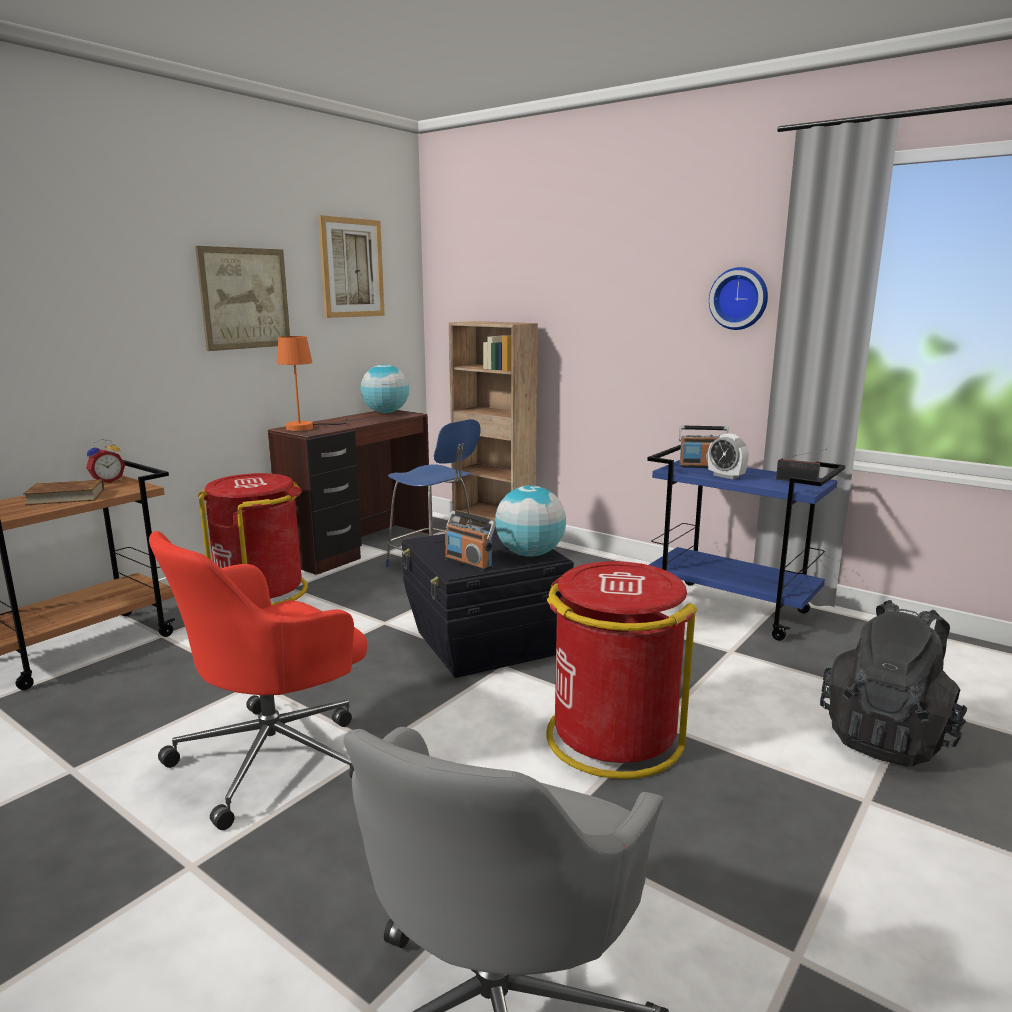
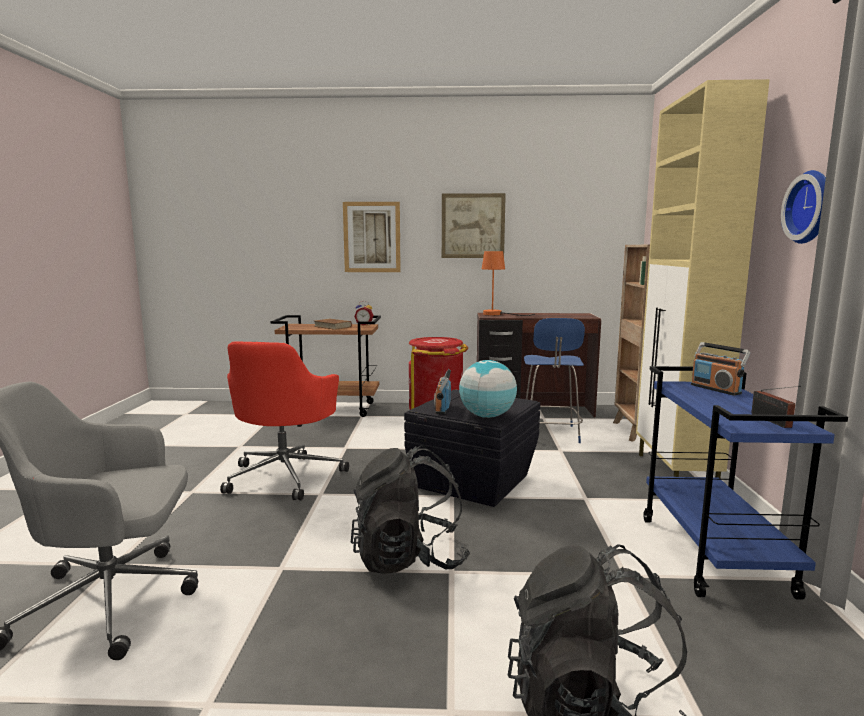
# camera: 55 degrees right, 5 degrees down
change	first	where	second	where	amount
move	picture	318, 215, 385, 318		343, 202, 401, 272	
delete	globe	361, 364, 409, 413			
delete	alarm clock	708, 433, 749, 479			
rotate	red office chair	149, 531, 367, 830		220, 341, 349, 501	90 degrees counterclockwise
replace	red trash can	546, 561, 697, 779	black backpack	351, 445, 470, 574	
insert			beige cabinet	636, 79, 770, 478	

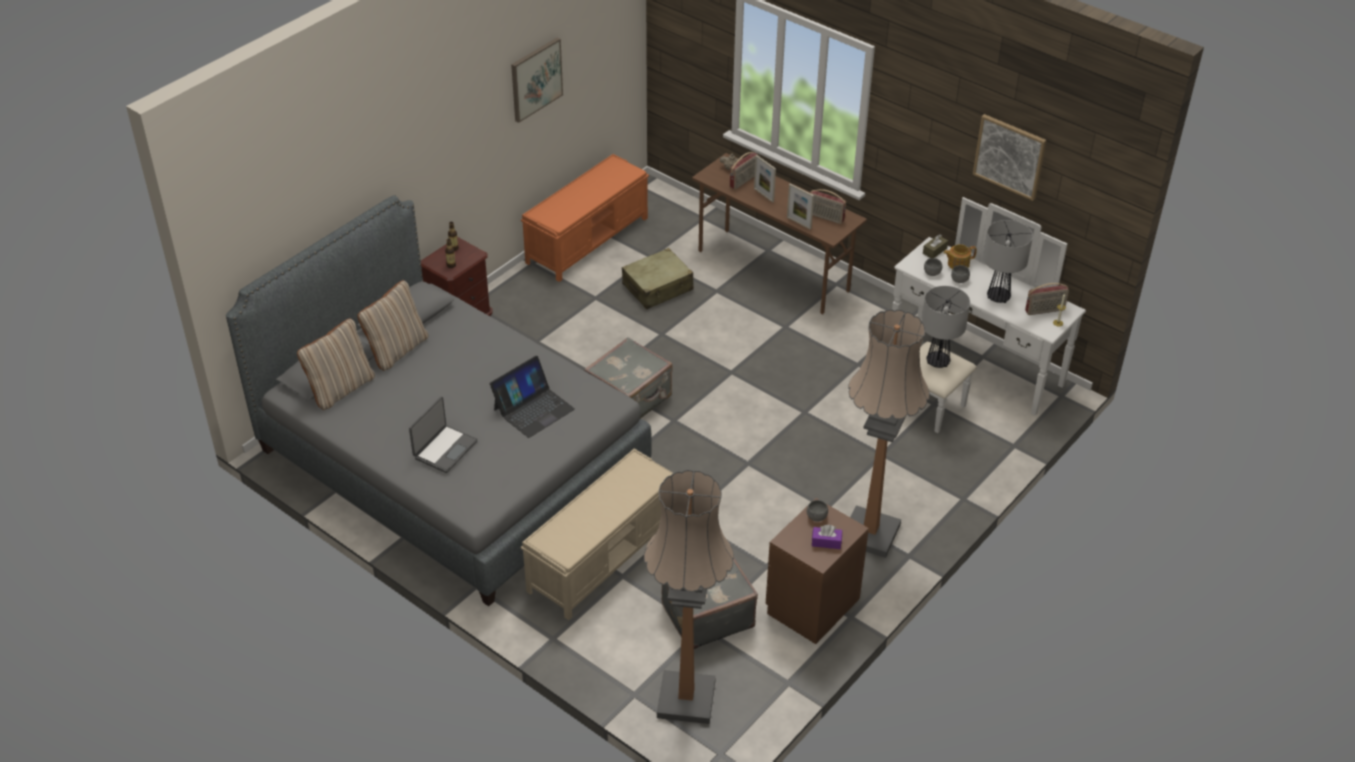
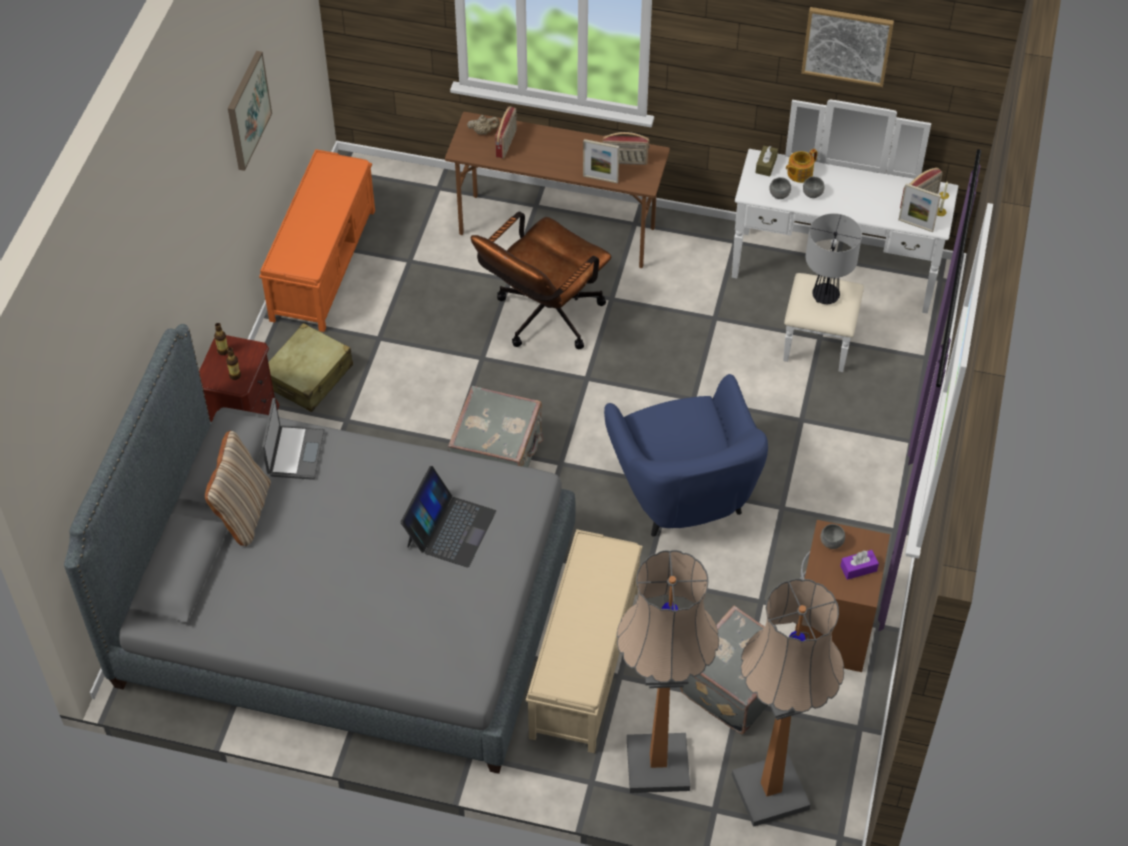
# camera: 25 degrees left, 10 degrees up
change	first	where	second	where	amount
move	picture frame	754, 155, 776, 202		898, 183, 941, 232	
delete	table lamp	983, 220, 1033, 303			
move	beige suitcase	622, 248, 694, 309		268, 323, 353, 412	
move	floor lamp	848, 309, 930, 558		617, 550, 719, 793	
delete	beige pillow	297, 318, 375, 410			
move	laptop	409, 396, 478, 473		262, 398, 325, 480	
insert			brown office chair	471, 211, 611, 349	
insert			blue armchair	604, 374, 768, 537	

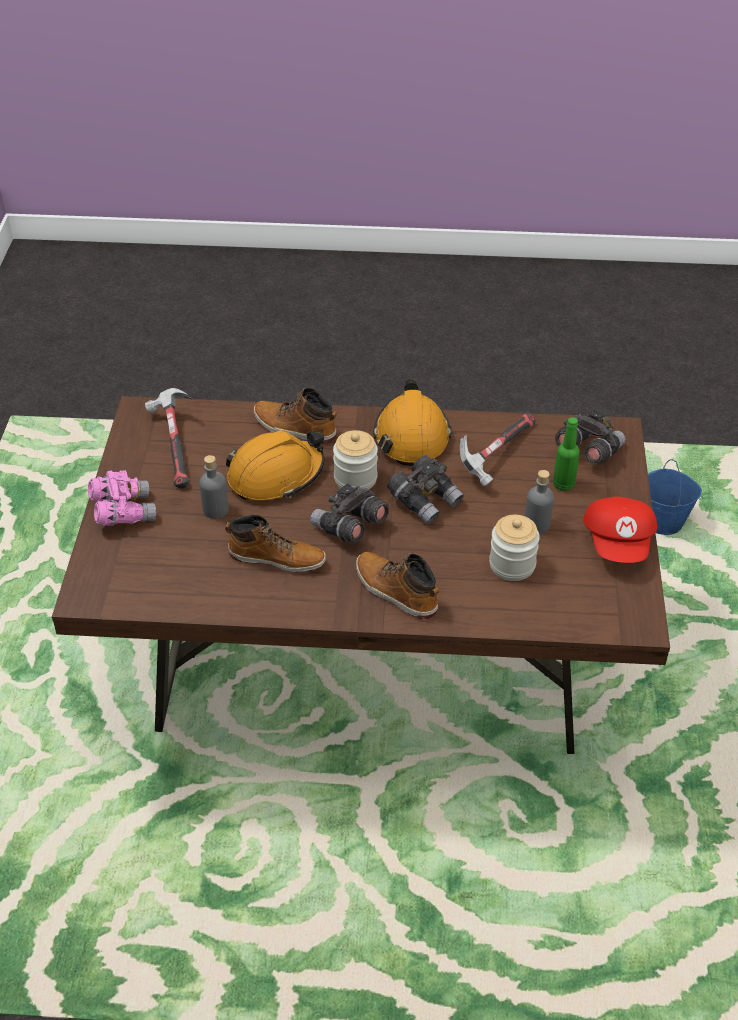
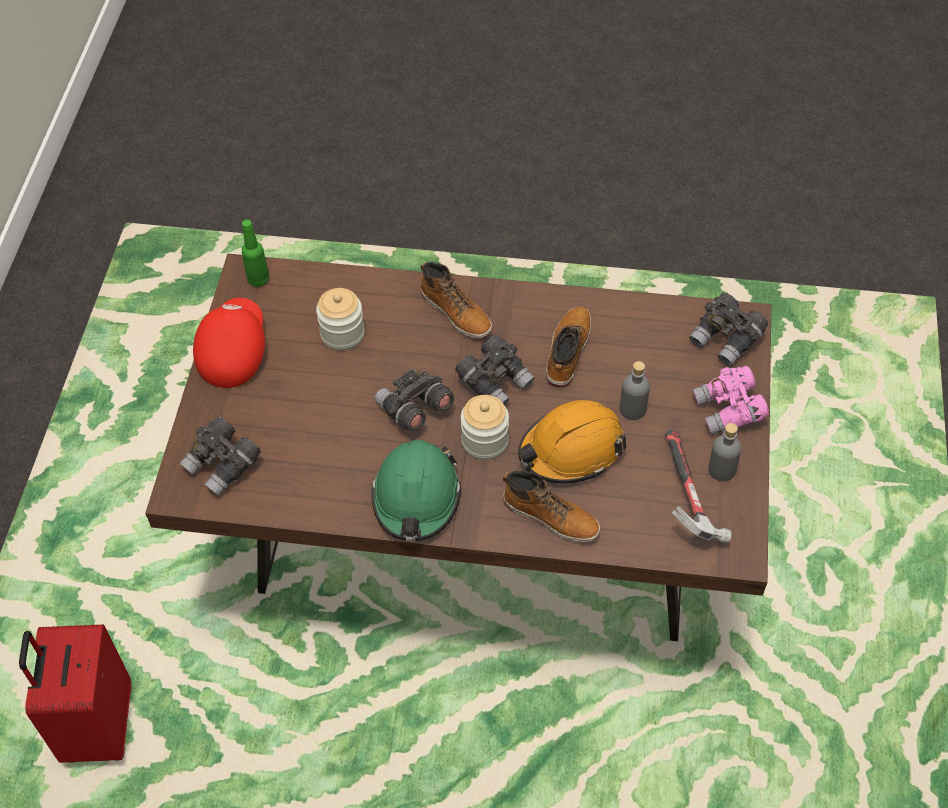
# camera: 175 degrees left, 10 degrees up
change	first	where	second	where	amount
recolor	orange hard hat	373, 379, 452, 466	green hard hat	371, 440, 461, 541	
delete	hammer	460, 412, 535, 487			
move	green bottle	553, 417, 580, 491		242, 219, 269, 287	
replace	blue bucket	648, 459, 702, 535	red suitcase	19, 624, 131, 763	
move	grey bottle	525, 470, 554, 534		708, 423, 742, 481	
rotate	boot	225, 515, 326, 572		546, 307, 591, 388	90 degrees clockwise
insert			grey binoculars	689, 293, 768, 366	

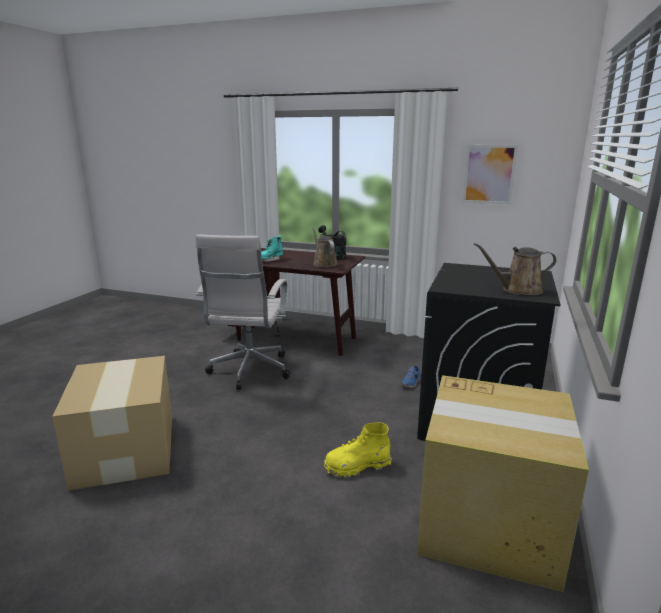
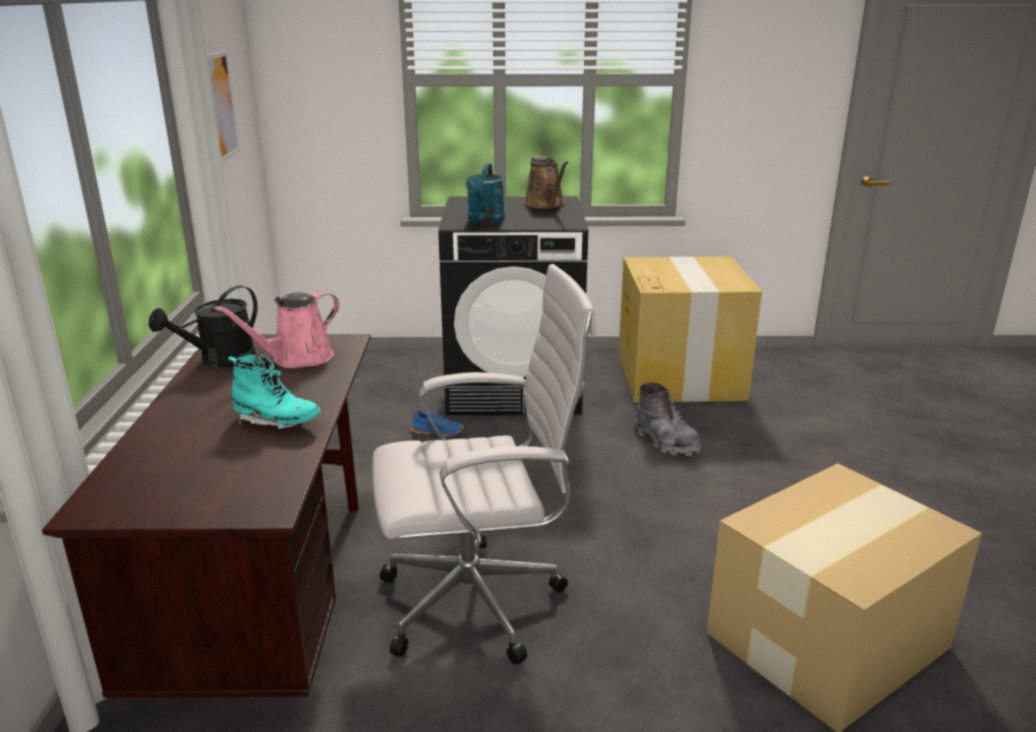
# camera: 110 degrees left, 5 degrees up
change	first	where	second	where	amount
recolor	brown watering can	312, 227, 338, 267	pink watering can	214, 292, 339, 368	
recolor	yellow boot	324, 422, 392, 478	grey boot	634, 382, 701, 456	
insert			turquoise watering can	466, 163, 505, 223	

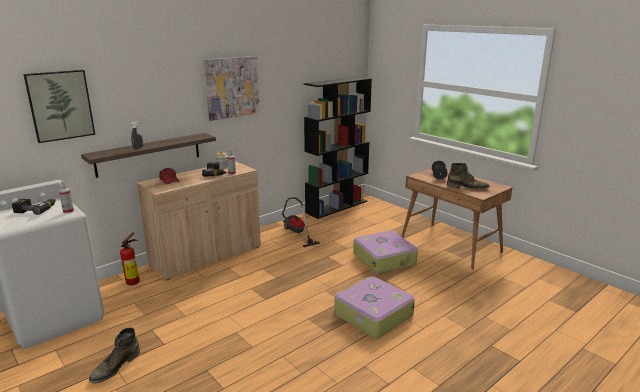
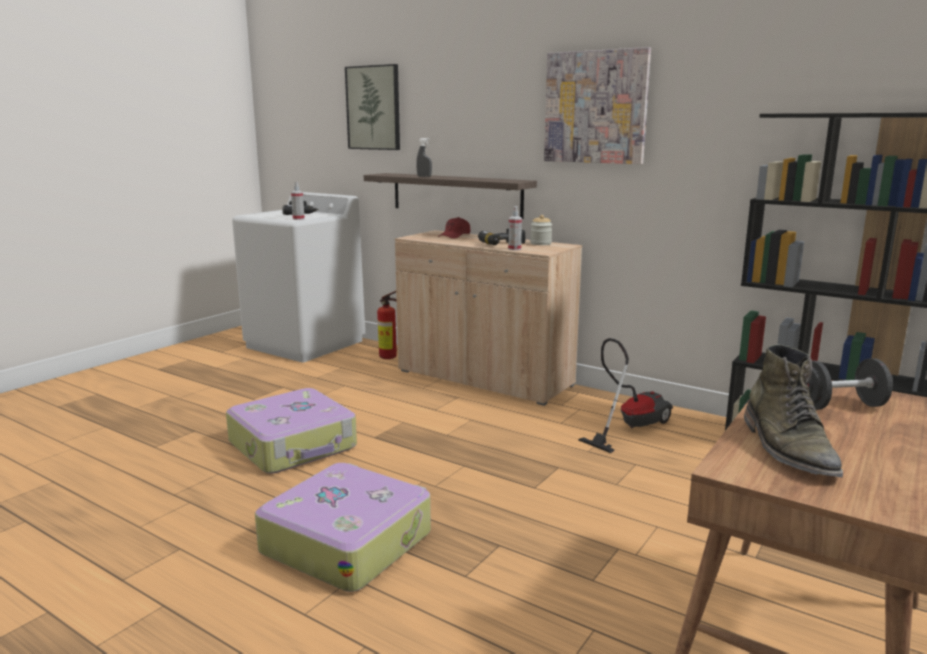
# camera: 75 degrees right, 5 degrees down
change	first	where	second	where	amount
move	suitcase	353, 231, 418, 274		226, 388, 357, 474	
delete	green boot	89, 328, 140, 383			

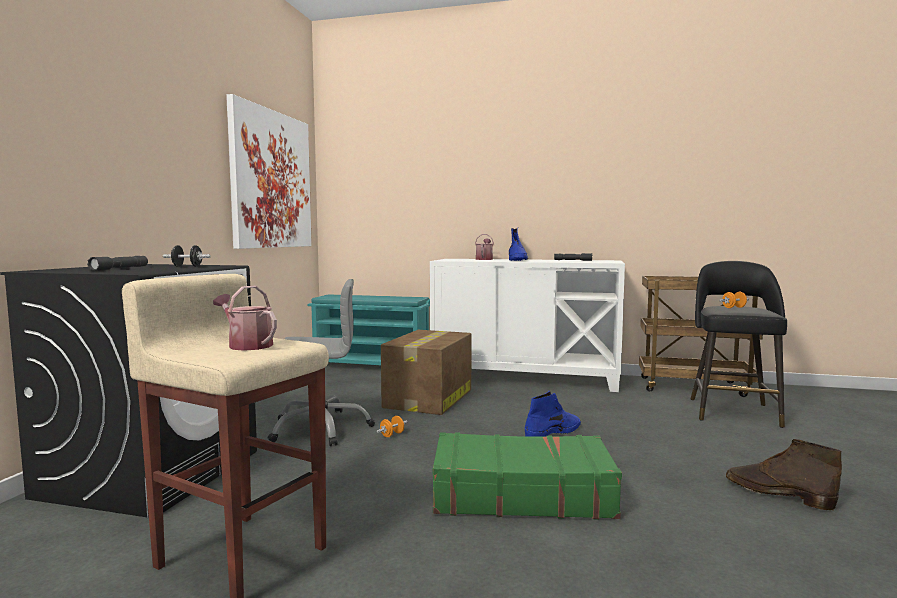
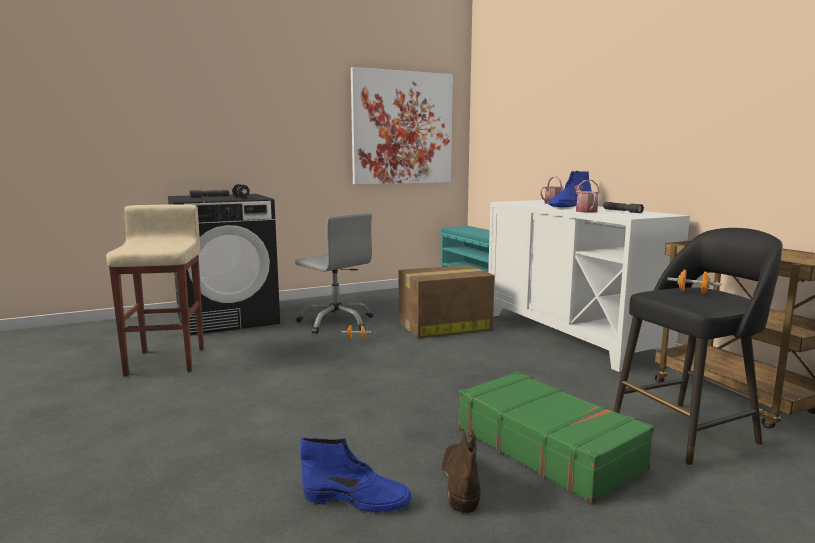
# camera: 50 degrees right, 5 degrees up
change	first	where	second	where	amount
move	watering can	213, 286, 277, 351		574, 180, 600, 213	
move	blue boot	525, 391, 581, 437		300, 437, 412, 513	
move	green suitcase	433, 432, 622, 520		458, 372, 654, 504	

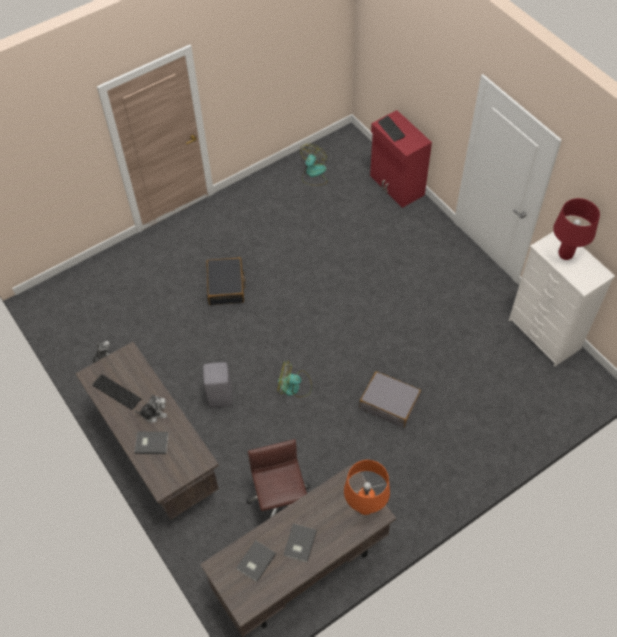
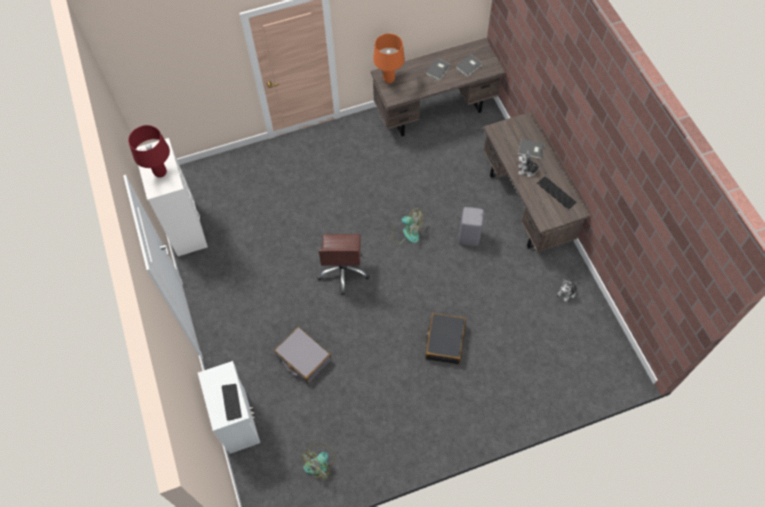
# camera: 165 degrees left, 5 degrees up
change	first	where	second	where	amount
recolor	red cabinet	370, 110, 432, 208	white cabinet	198, 361, 260, 454	
move	grey suitcase	359, 371, 421, 428		274, 327, 331, 384	
move	brown office chair	247, 439, 310, 518		317, 234, 370, 295	

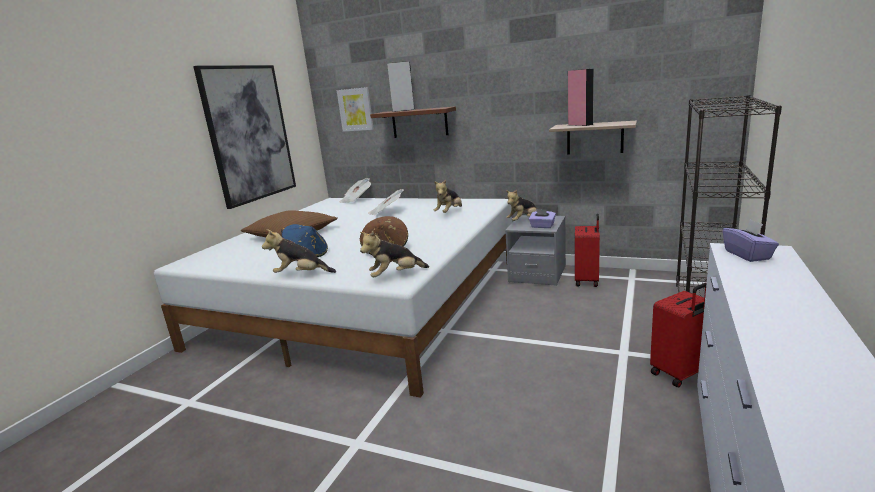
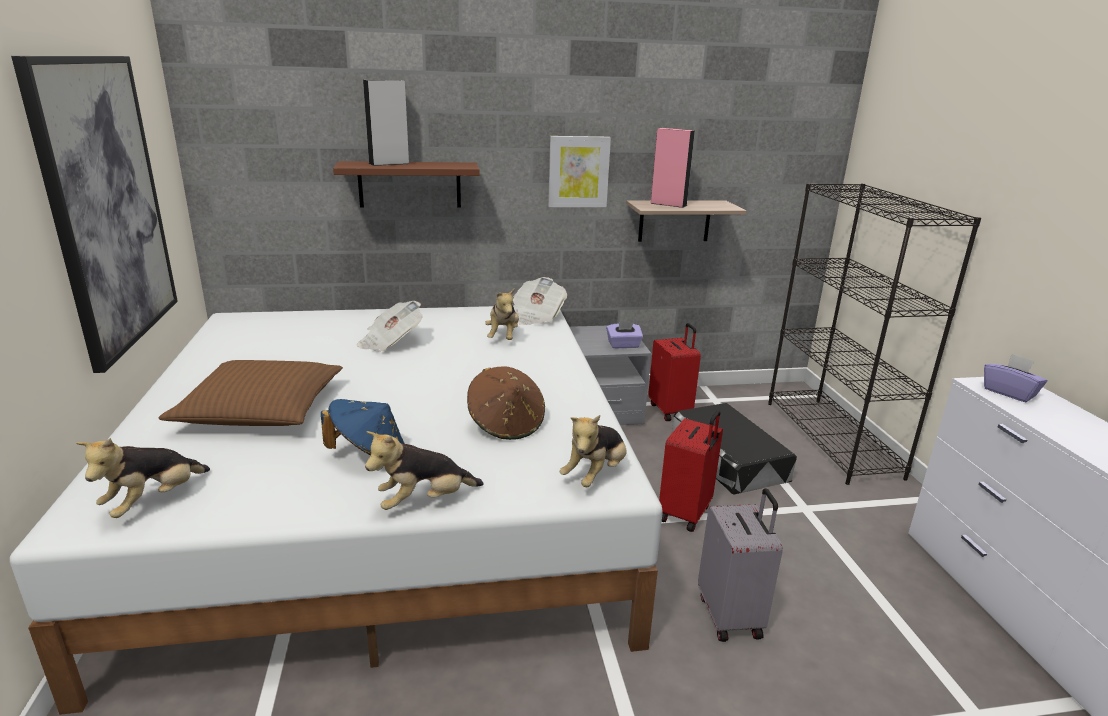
# camera: 35 degrees left, 5 degrees up
change	first	where	second	where	amount
move	picture	337, 87, 374, 132		548, 136, 611, 207	
move	newspaper	340, 178, 371, 203		513, 277, 567, 325	
move	plush toy	506, 189, 538, 221		76, 438, 210, 518	
move	red suitcase	650, 283, 707, 387		659, 410, 723, 532	
insert			black storage box	672, 403, 797, 495	
insert			grey suitcase	698, 488, 783, 642	

